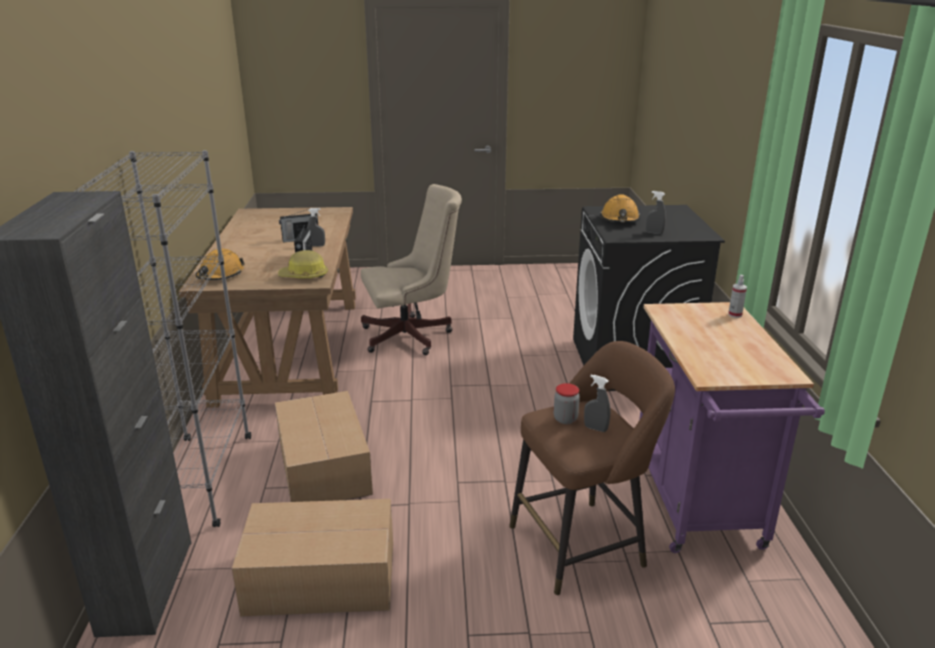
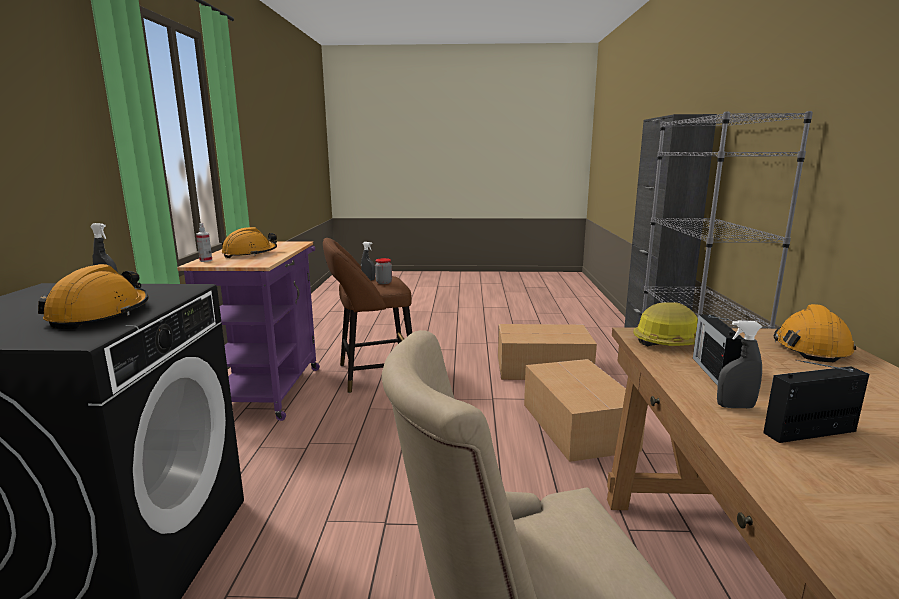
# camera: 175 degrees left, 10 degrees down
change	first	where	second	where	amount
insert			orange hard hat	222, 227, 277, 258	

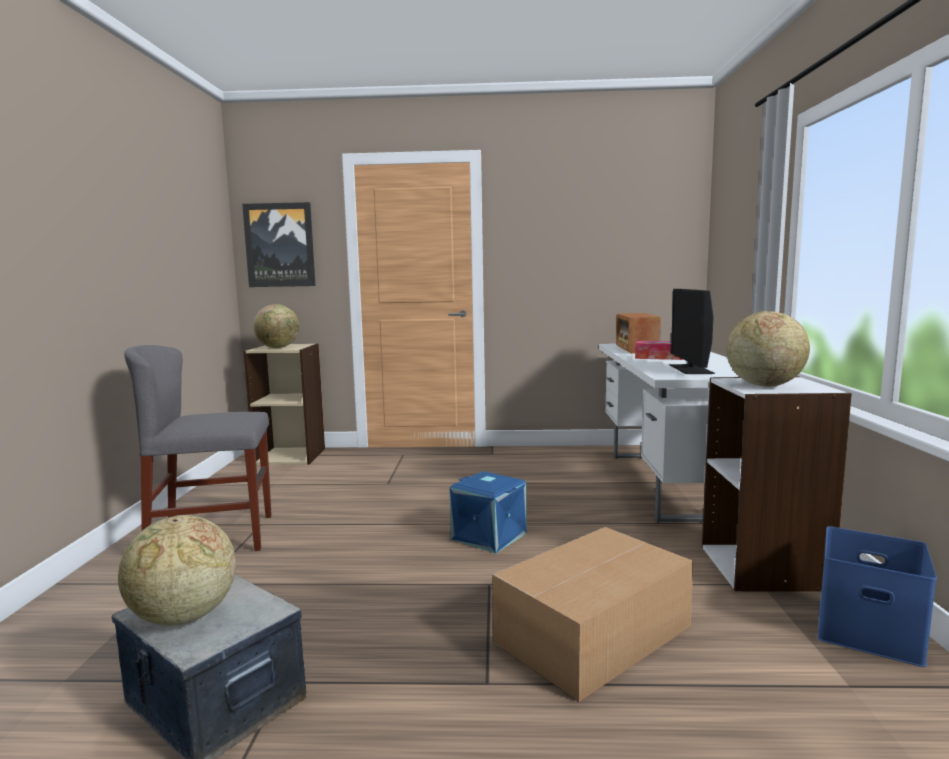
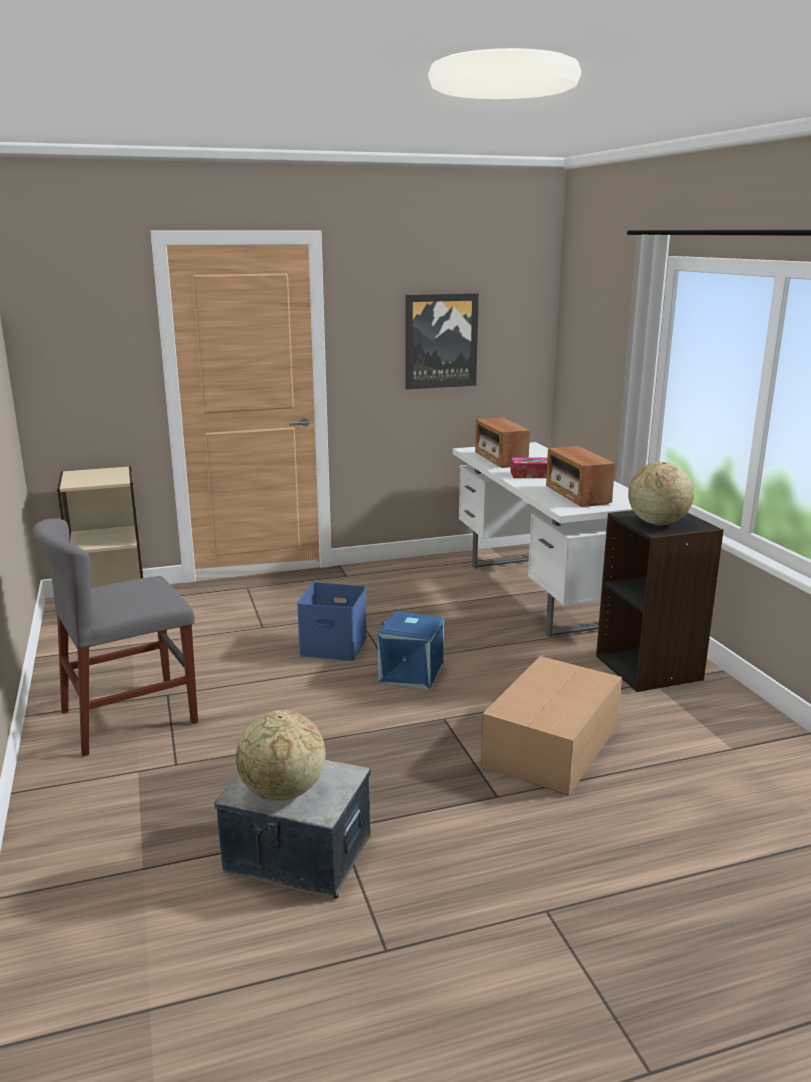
# camera: 20 degrees left, 10 degrees up
change	first	where	second	where	amount
move	picture	242, 202, 316, 287		406, 293, 479, 389	
replace	monitor	670, 289, 715, 374	radio	546, 446, 615, 507	
delete	globe	253, 304, 299, 348			
recolor	white bookcase	702, 376, 852, 591	black bookcase	596, 510, 724, 692	
move	blue storage box	818, 526, 937, 667		297, 582, 367, 661	

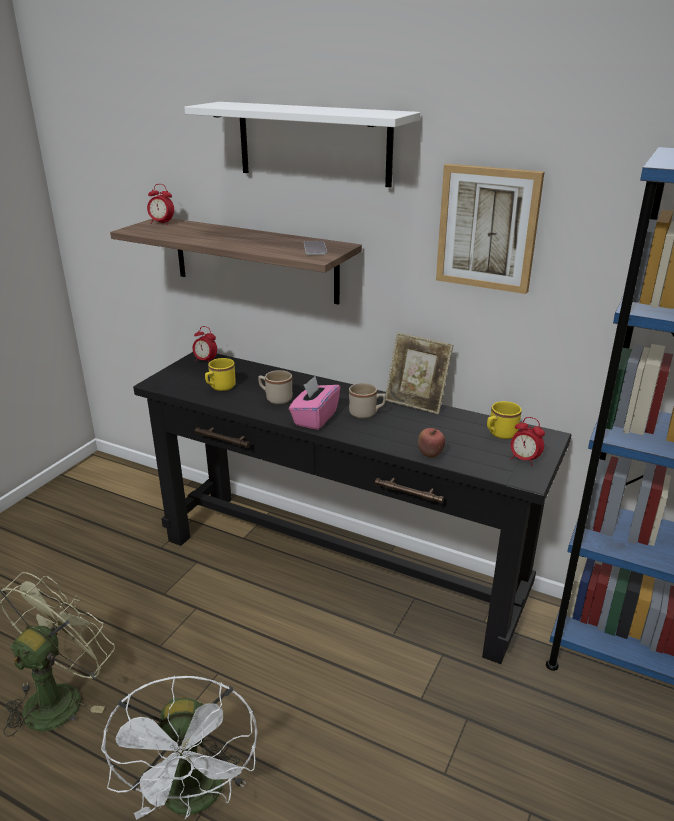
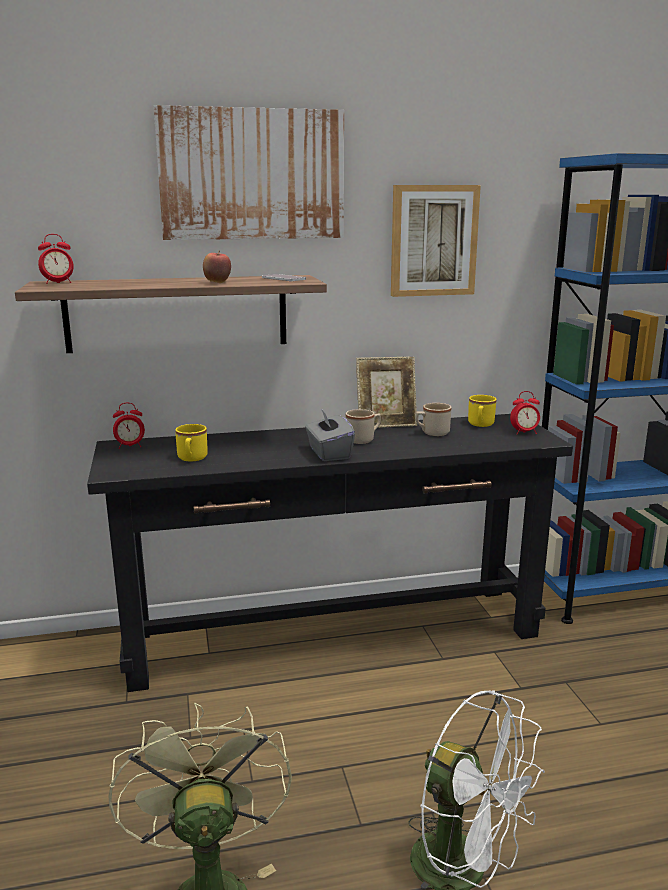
# camera: 40 degrees left, 10 degrees down
change	first	where	second	where	amount
replace	white shelf	184, 102, 420, 188	picture	154, 105, 344, 240	
move	beige mug	258, 370, 292, 404		415, 403, 451, 436	
recolor	pink tissue box	289, 376, 340, 430	grey tissue box	305, 409, 355, 461	
move	apple	418, 428, 445, 458		203, 250, 231, 283	

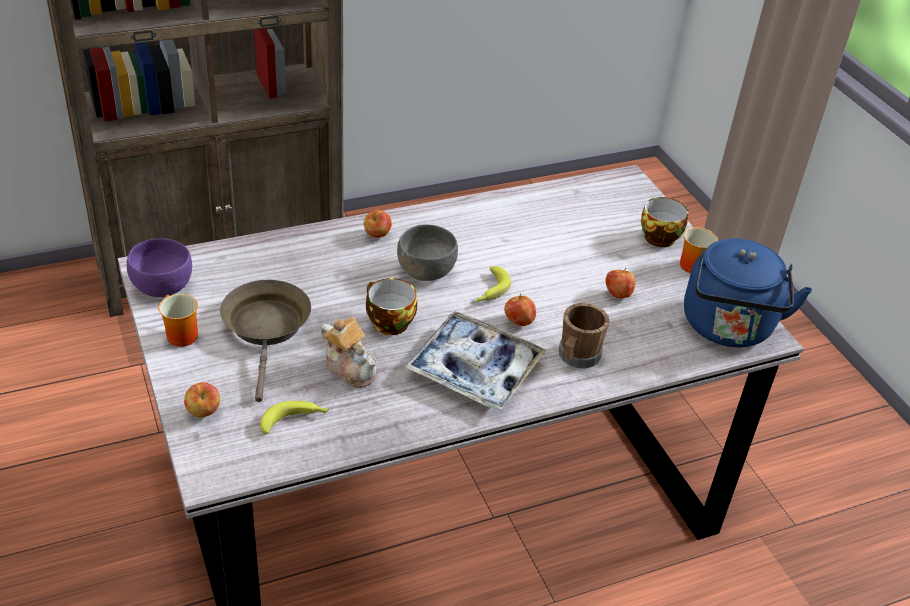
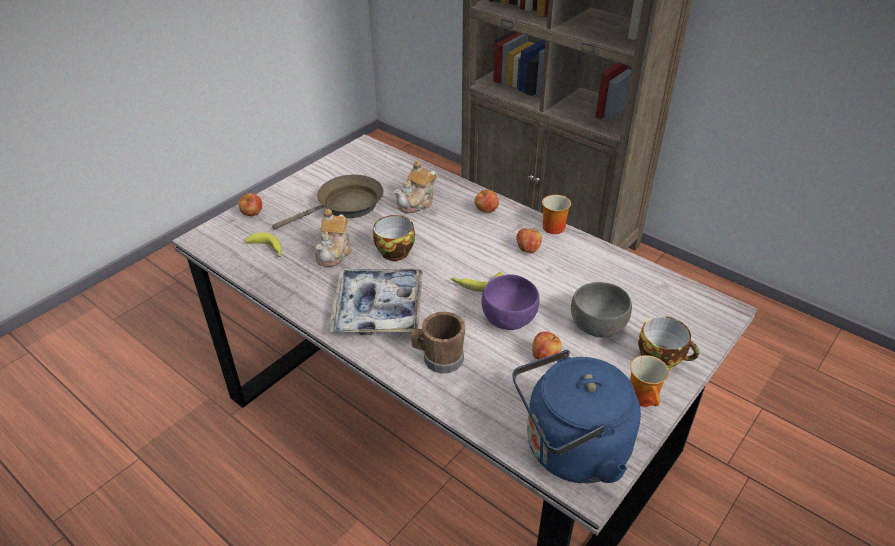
# camera: 65 degrees right, 0 degrees up
change	first	where	second	where	amount
move	grey bowl	397, 225, 458, 281		571, 282, 632, 337	
move	purple bowl	127, 238, 192, 297		482, 274, 540, 330	
move	mug	158, 294, 198, 347		542, 195, 571, 234	
move	apple	504, 294, 536, 326		517, 227, 542, 253	
insert			teapot	394, 161, 438, 213	

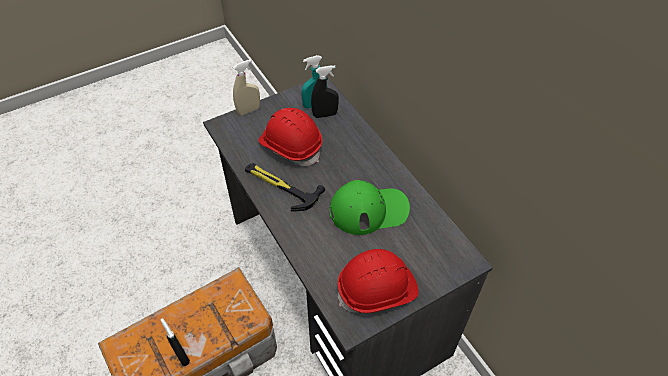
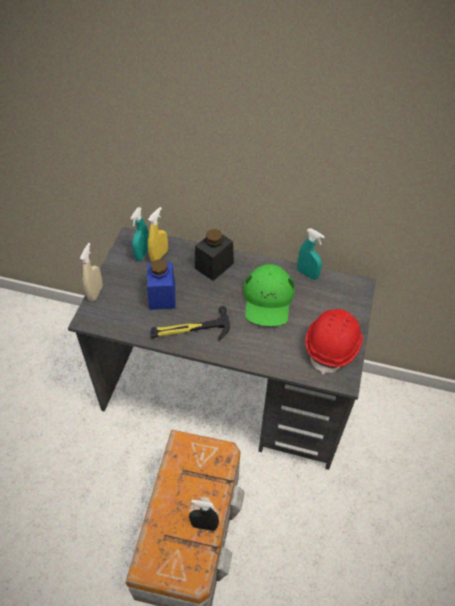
# camera: 45 degrees left, 0 degrees up
change	first	where	second	where	amount
recolor	black spray bottle	311, 65, 339, 118	yellow spray bottle	148, 207, 168, 262	
replace	red hard hat	258, 108, 323, 166	blue jar	147, 259, 176, 310	
rotate	green cap	329, 180, 410, 235		244, 264, 295, 326	150 degrees clockwise
insert			turquoise spray bottle	297, 228, 325, 280	
insert			black jar	195, 229, 234, 281	

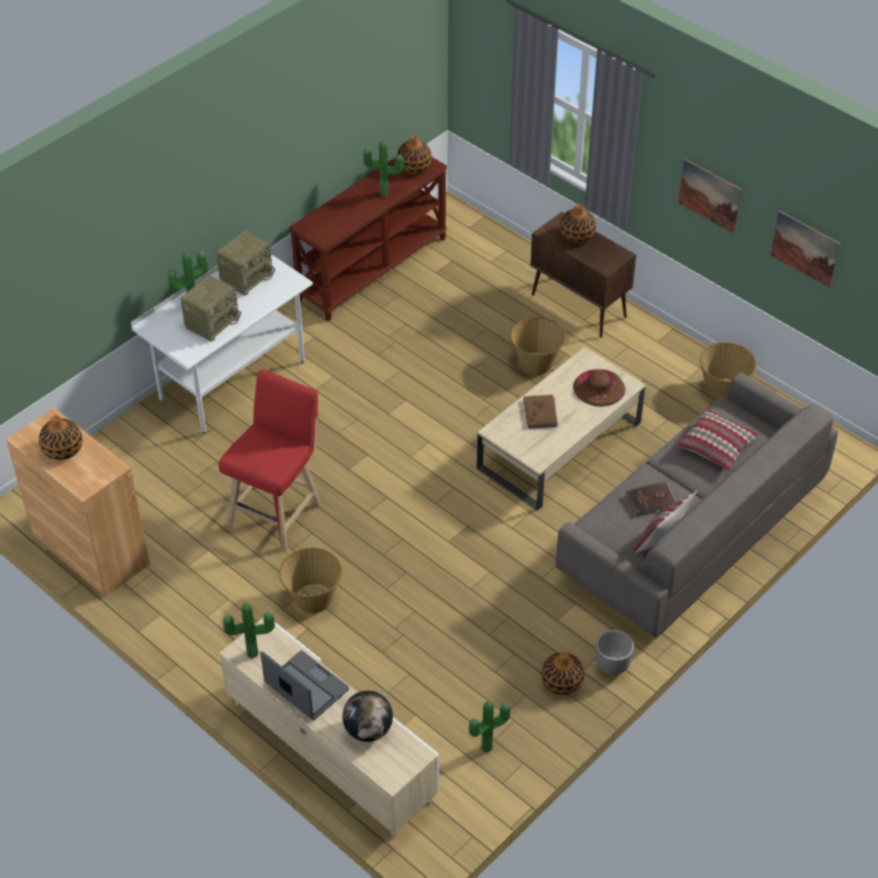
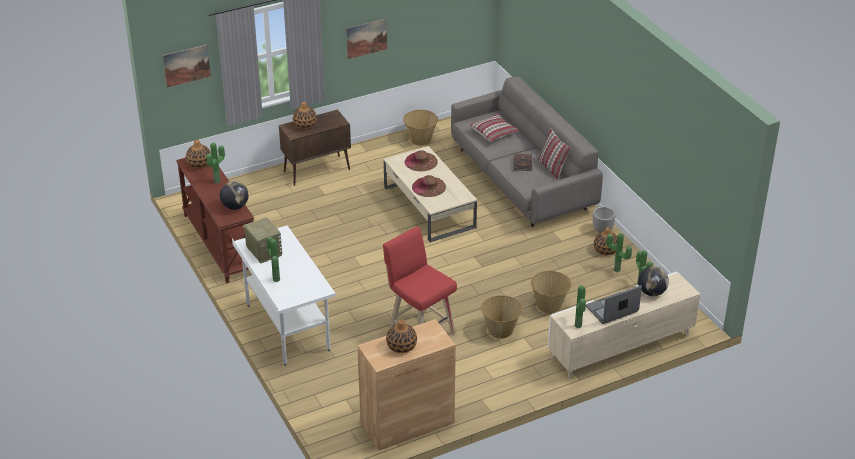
# camera: 70 degrees left, 10 degrees down
change	first	where	second	where	amount
move	picture	771, 211, 841, 288		163, 44, 211, 88	
delete	radio	180, 275, 241, 342			
move	basket	510, 317, 566, 375		531, 271, 572, 313	
replace	brown book	524, 394, 558, 429	brown hat	412, 175, 446, 197	
insert			globe	220, 181, 248, 210	
insert			potted plant	606, 233, 632, 272	

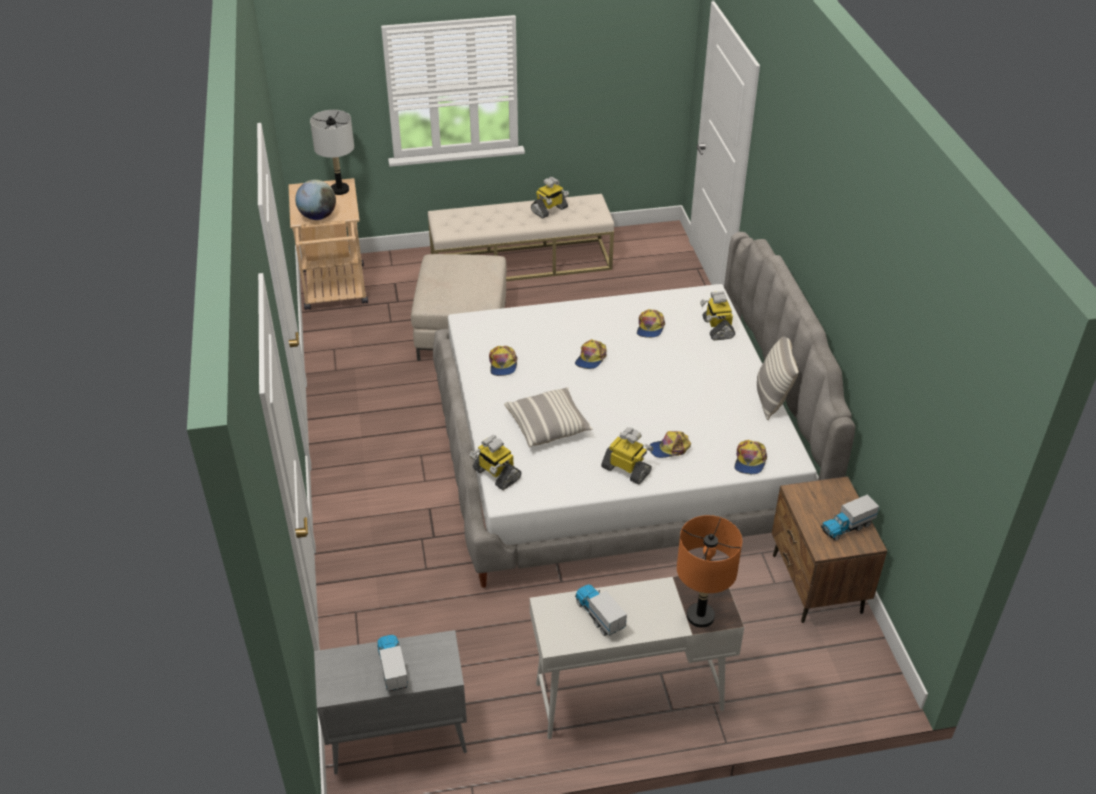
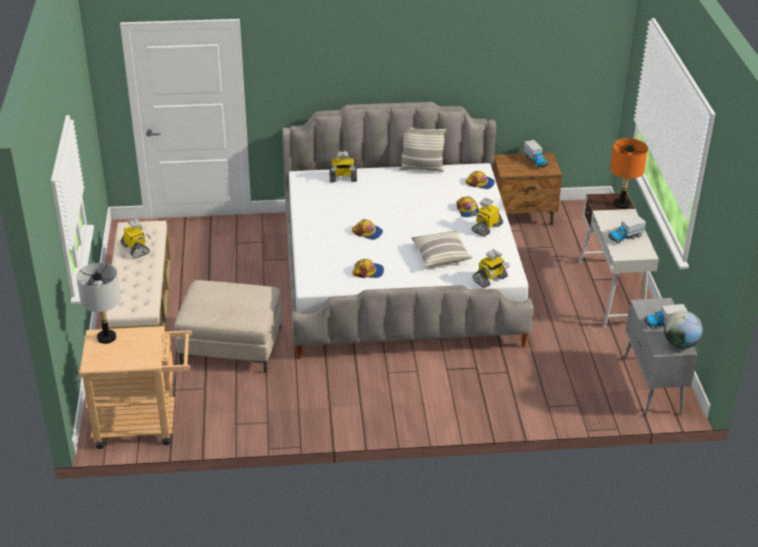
# camera: 85 degrees left, 5 degrees down
change	first	where	second	where	amount
move	globe	295, 180, 336, 220		664, 311, 703, 349	
delete	cap	637, 309, 665, 338			

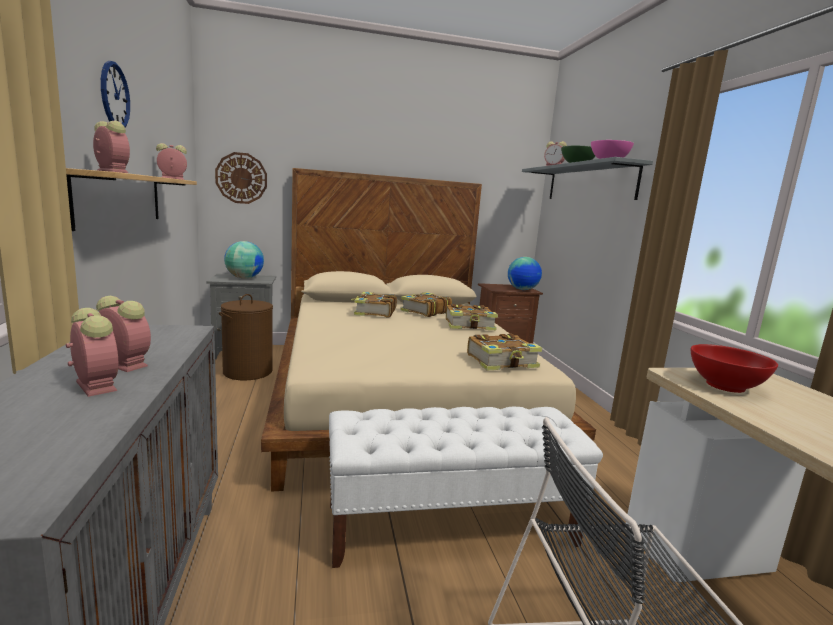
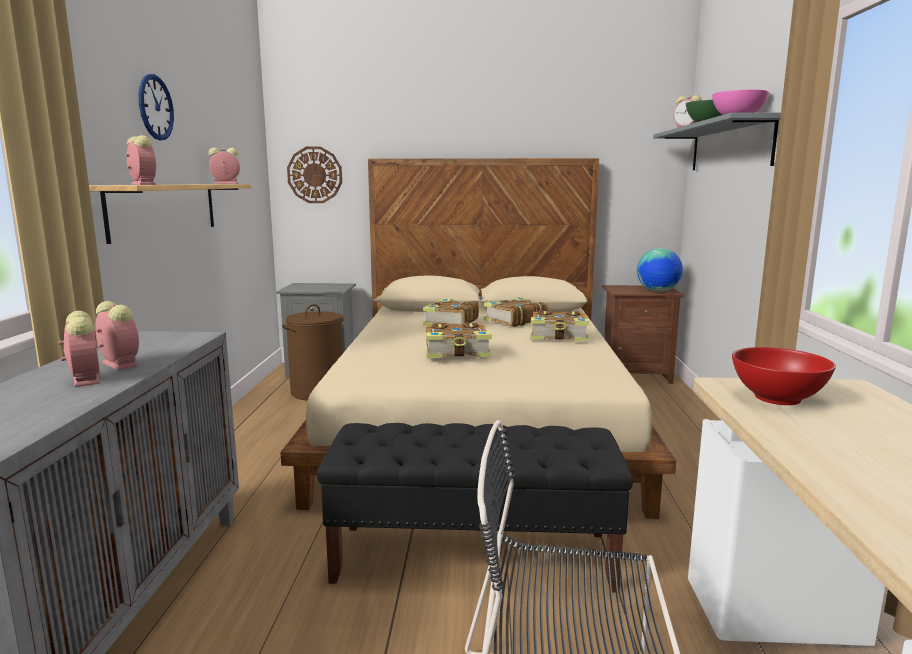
# camera: 15 degrees right, 0 degrees up
change	first	where	second	where	amount
delete	globe	224, 241, 264, 279			
move	book	467, 334, 542, 370		426, 323, 492, 358	
recolor	white bench	329, 407, 603, 568	black bench	317, 423, 633, 593	

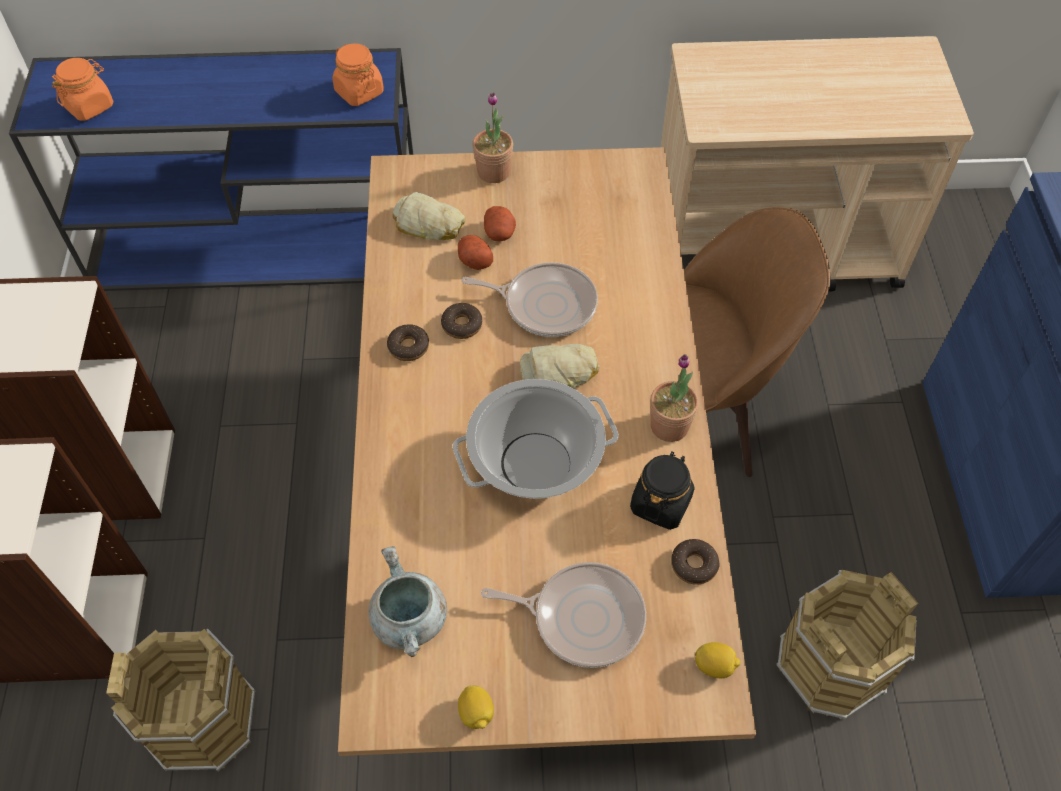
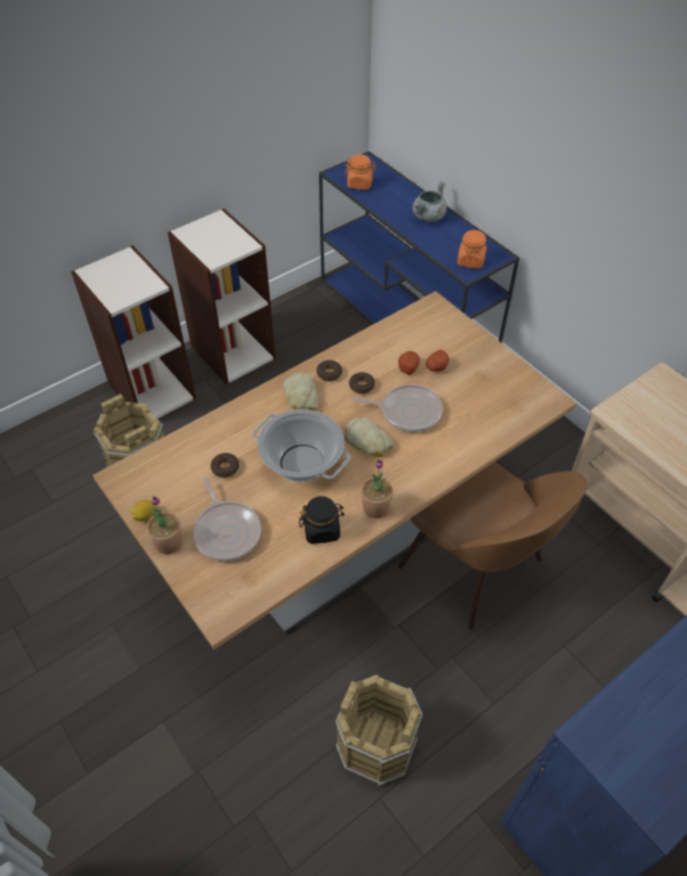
# camera: 55 degrees right, 5 degrees down
change	first	where	second	where	amount
move	potted plant	473, 92, 513, 183		147, 496, 182, 554	
move	bread	392, 192, 465, 240		283, 372, 318, 411	
rotate	frying pan	462, 262, 598, 337		352, 384, 443, 432	60 degrees counterclockwise
move	donut	671, 539, 720, 585		211, 453, 239, 478	
move	grey cooking pot	368, 546, 447, 657		412, 181, 447, 222	
delete	lemon	695, 642, 741, 678			

